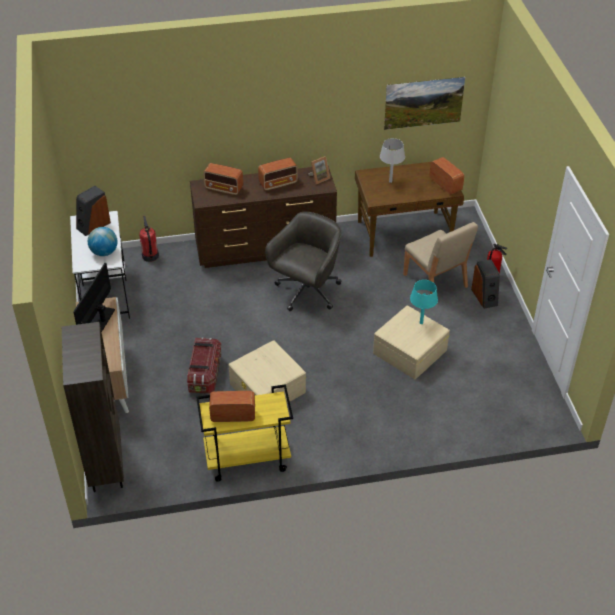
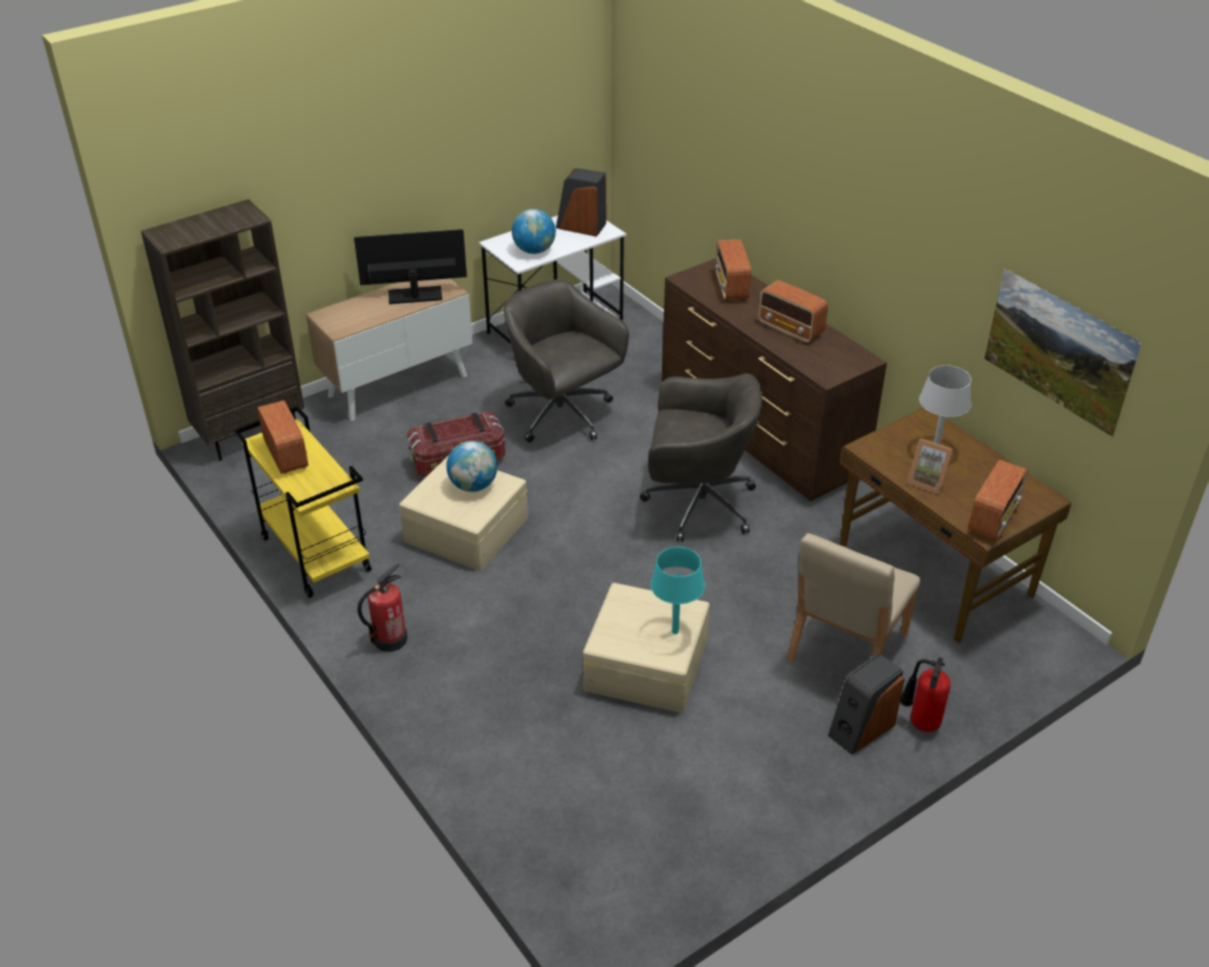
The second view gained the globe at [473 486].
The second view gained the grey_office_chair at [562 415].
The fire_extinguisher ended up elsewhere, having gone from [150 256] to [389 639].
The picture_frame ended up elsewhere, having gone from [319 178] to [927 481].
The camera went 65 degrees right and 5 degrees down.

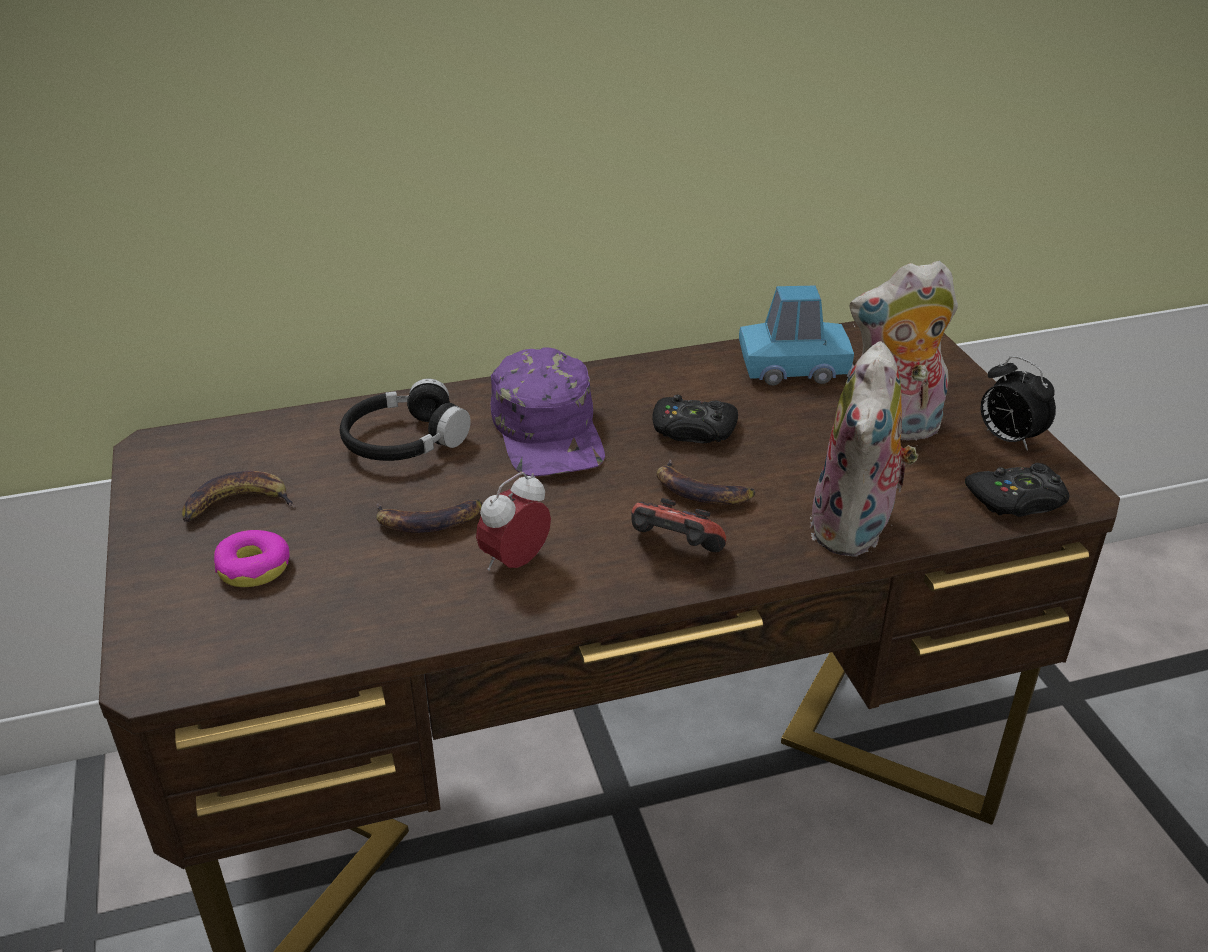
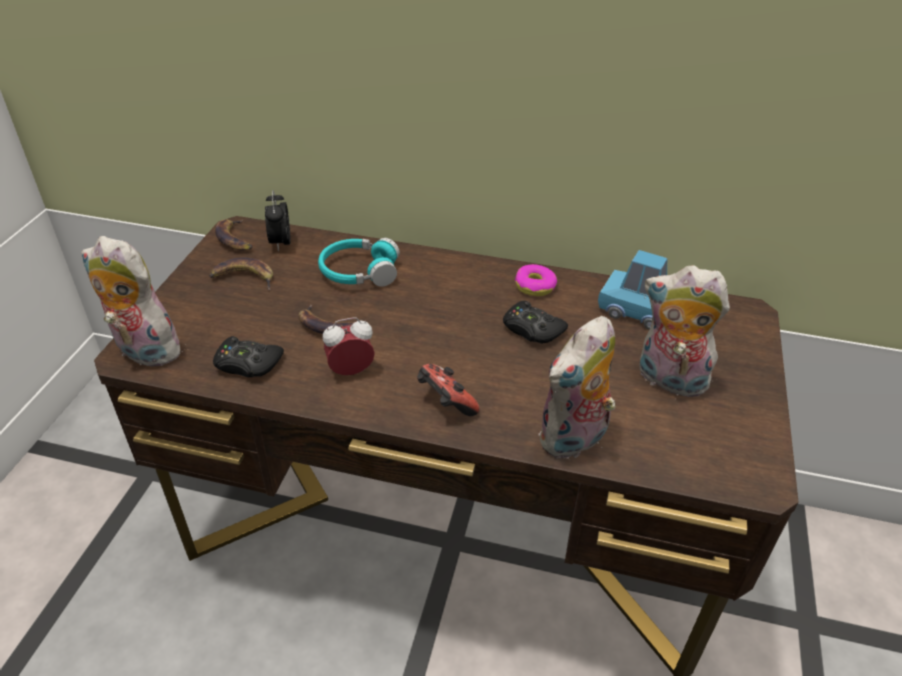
The second view lost the purple_cap at [549 431].
The second view gained the plush_toy at [143 351].
The donut ended up elsewhere, having gone from [254 568] to [535 286].
The banana ended up elsewhere, having gone from [701 491] to [235 239].
The black_game_controller ended up elsewhere, having gone from [1017 500] to [247 364].
The alarm_clock ended up elsewhere, having gone from [1007 439] to [280 243].
What was the black_headphones at [404 441] turned into the turquoise_headphones at [359 272].
The camera went 30 degrees right and 5 degrees up.

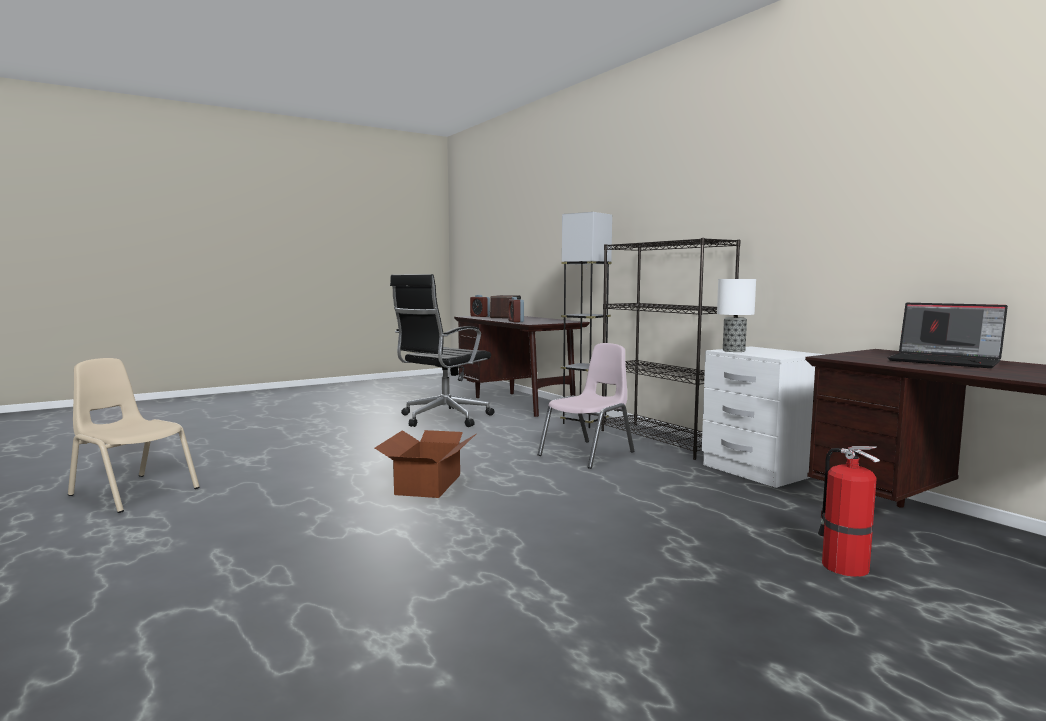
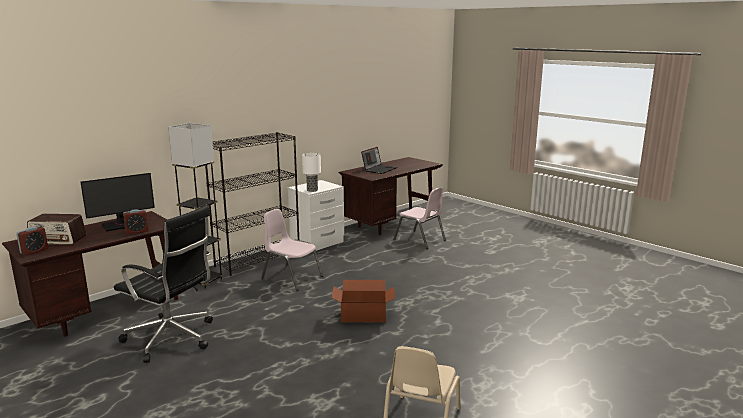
The second view gained the monitor at [122 224].
Where the fire_extinguisher stood at [842 565], the pink_chair came to stand at [420 240].
The camera went 100 degrees left and 10 degrees up.

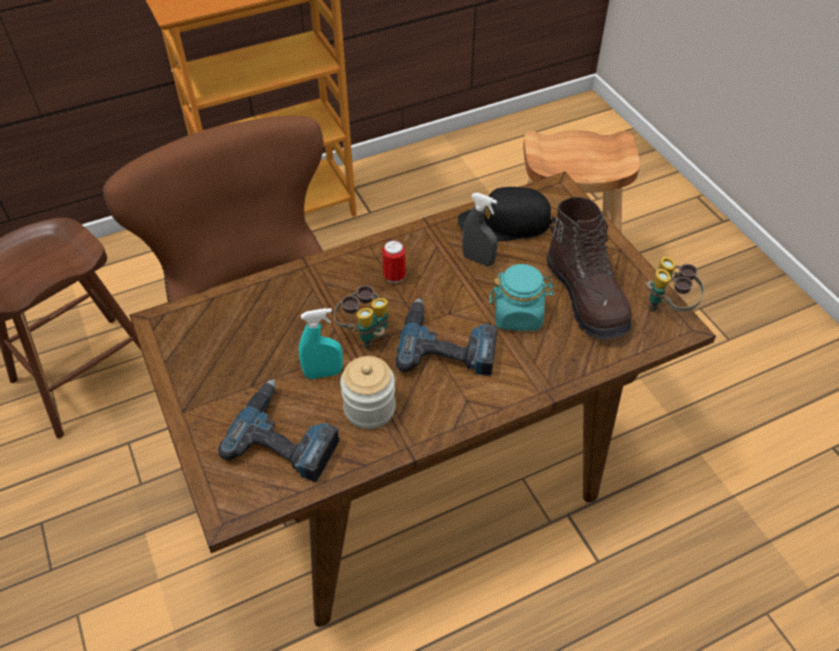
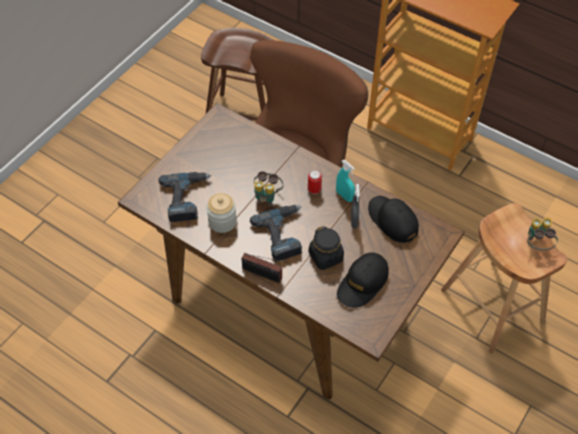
The second view gained the radio at [264 274].
The turquoise_spray_bottle ended up elsewhere, having gone from [323 373] to [344 196].
The binoculars ended up elsewhere, having gone from [668 307] to [537 245].
Where the brown_boot stood at [587 297], the black_cap came to stand at [362 283].
What was the turquoise_jar at [518 315] turned into the black_jar at [326 256].
The camera went 60 degrees right and 5 degrees up.

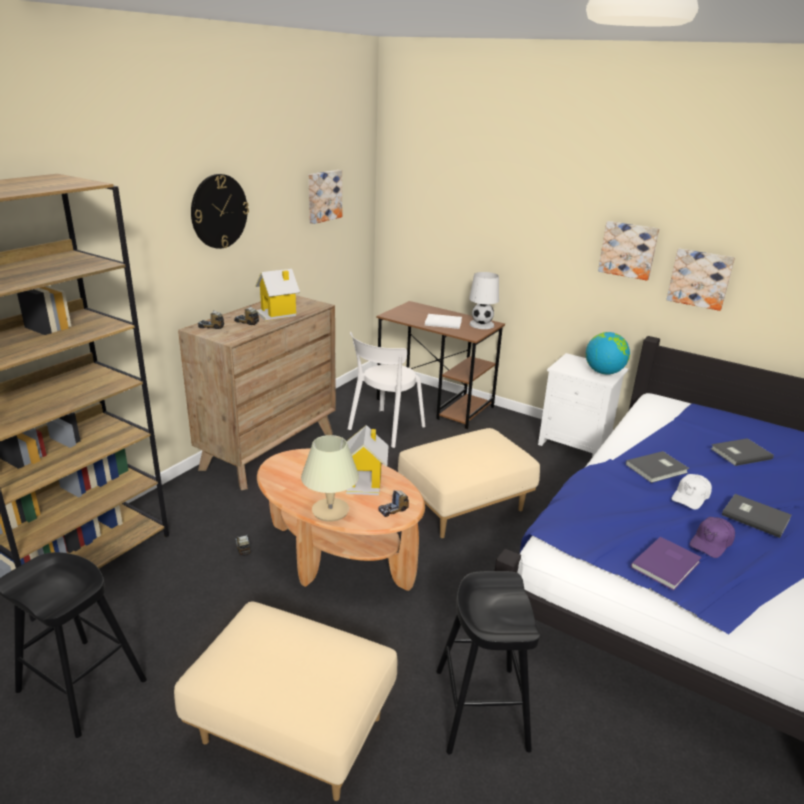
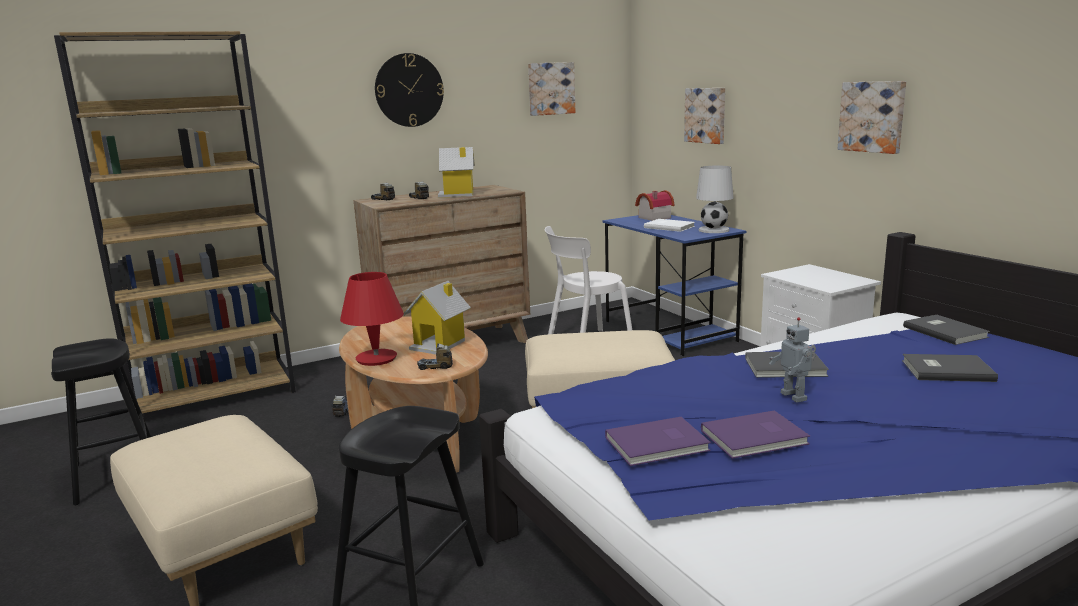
The second view lost the globe at [604 372].
The second view gained the toy_house at [652 217].
The picture ended up elsewhere, having gone from [700 278] to [706 115].
The grey_book ended up elsewhere, having gone from [755 516] to [945 331].
Where the white_cap stood at [690 497], the toy_robot came to stand at [795 396].
Where the purple_cap stood at [711 543], the purple_book came to stand at [756 438].
What was the beige_table_lamp at [330 511] turned into the red_table_lamp at [376 358].
What was the brown_desk at [435 403] turned into the blue_desk at [670 331].
The camera went 30 degrees right and 10 degrees down.

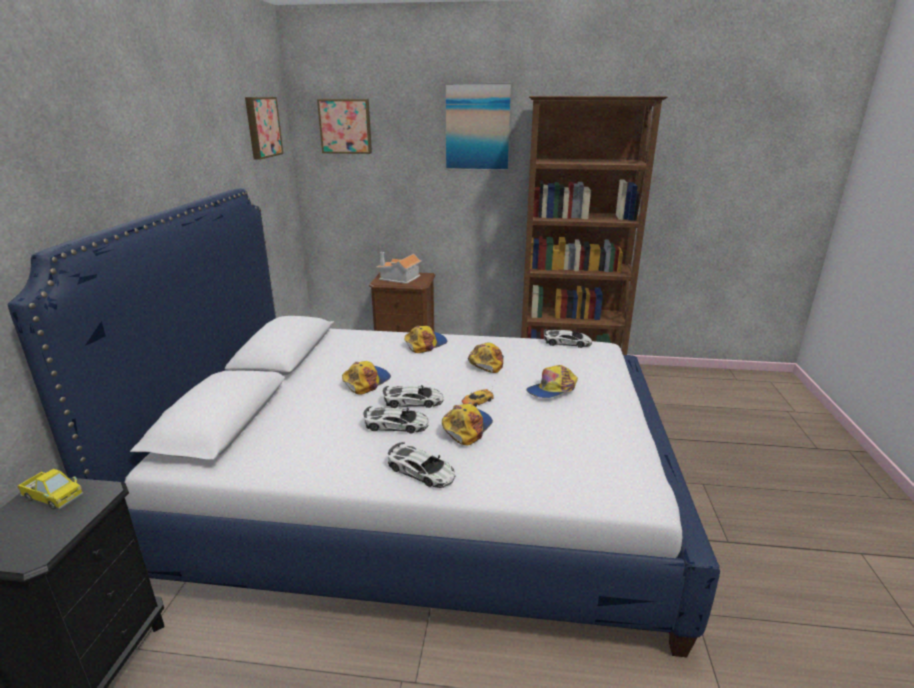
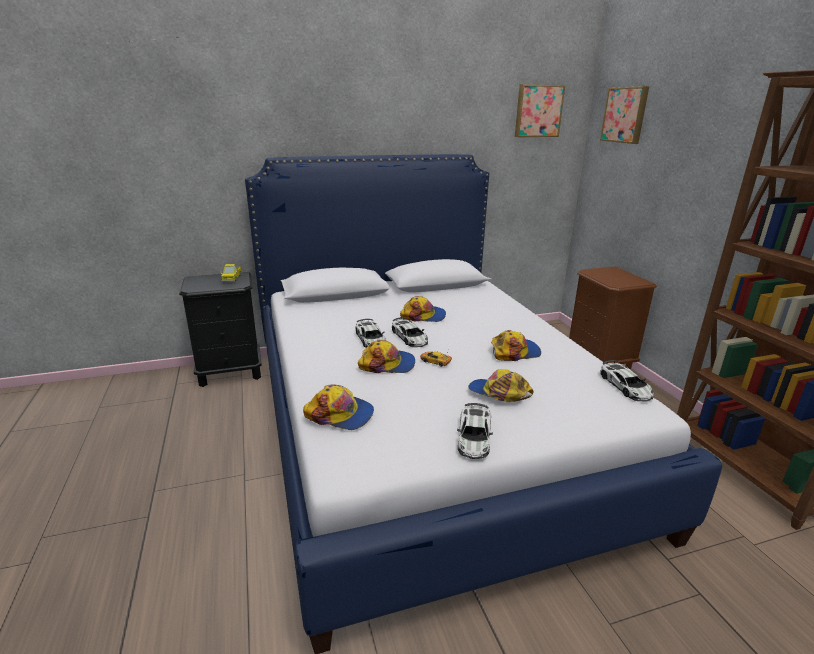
The second view lost the toy_house at [399 278].
The second view lost the picture at [477 127].
The toy_car ended up elsewhere, having gone from [421 471] to [474 436].
The cap ended up elsewhere, having gone from [425 344] to [340 414].
The camera went 65 degrees right and 0 degrees up.

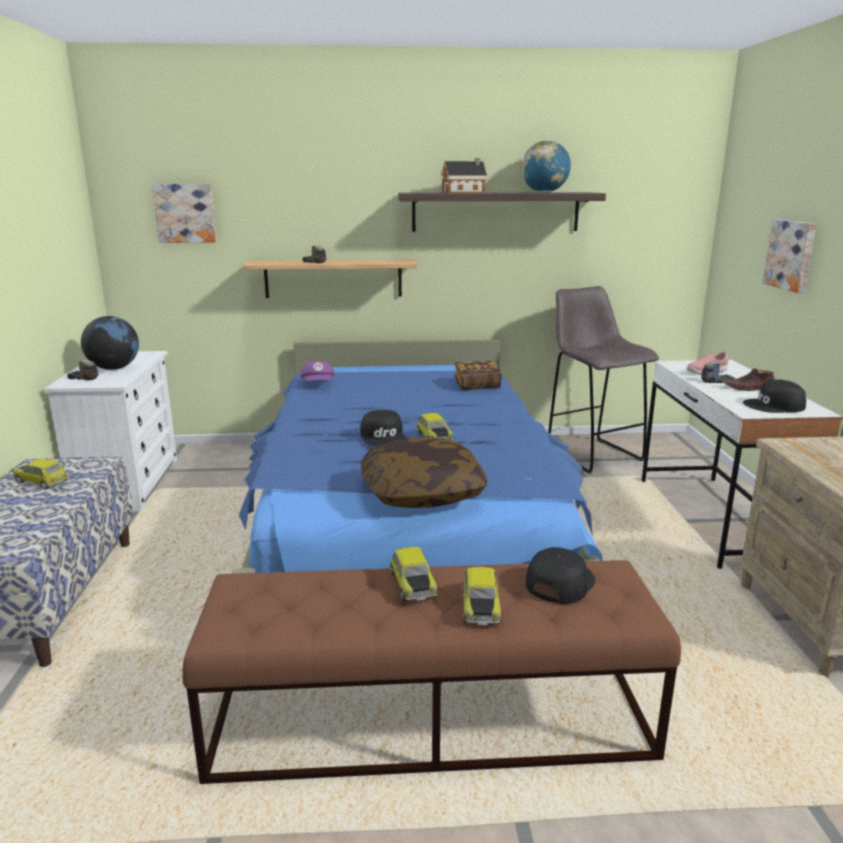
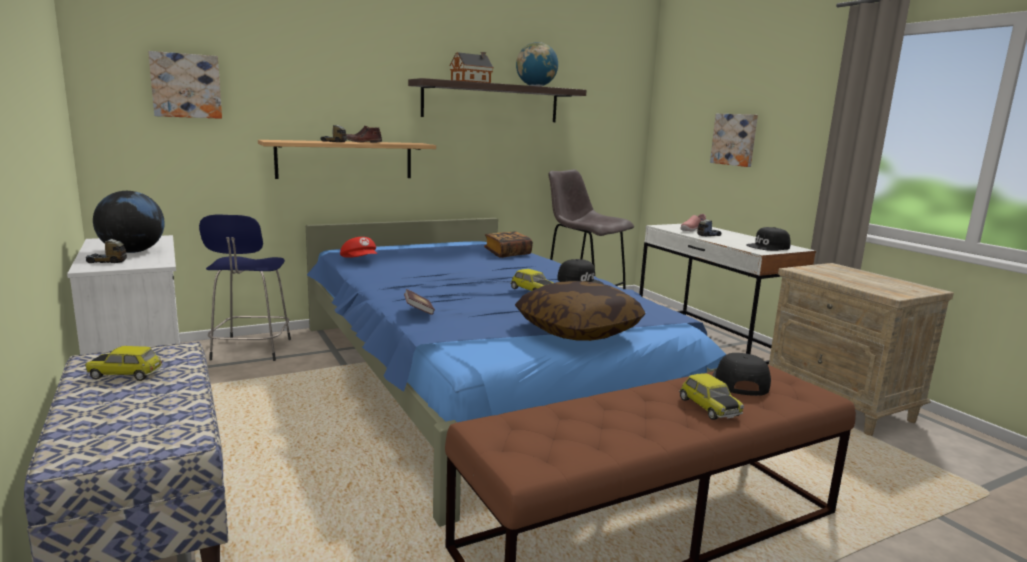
The second view lost the toy_car at [411 584].
The second view gained the blue_stool at [250 350].
The second view gained the book at [418 311].
The black_cap ended up elsewhere, having gone from [384 436] to [580 281].
The brown_shoe ended up elsewhere, having gone from [747 389] to [362 142].
What was the purple_cap at [318 384] turned into the red_cap at [360 261].
The camera went 25 degrees left and 5 degrees down.

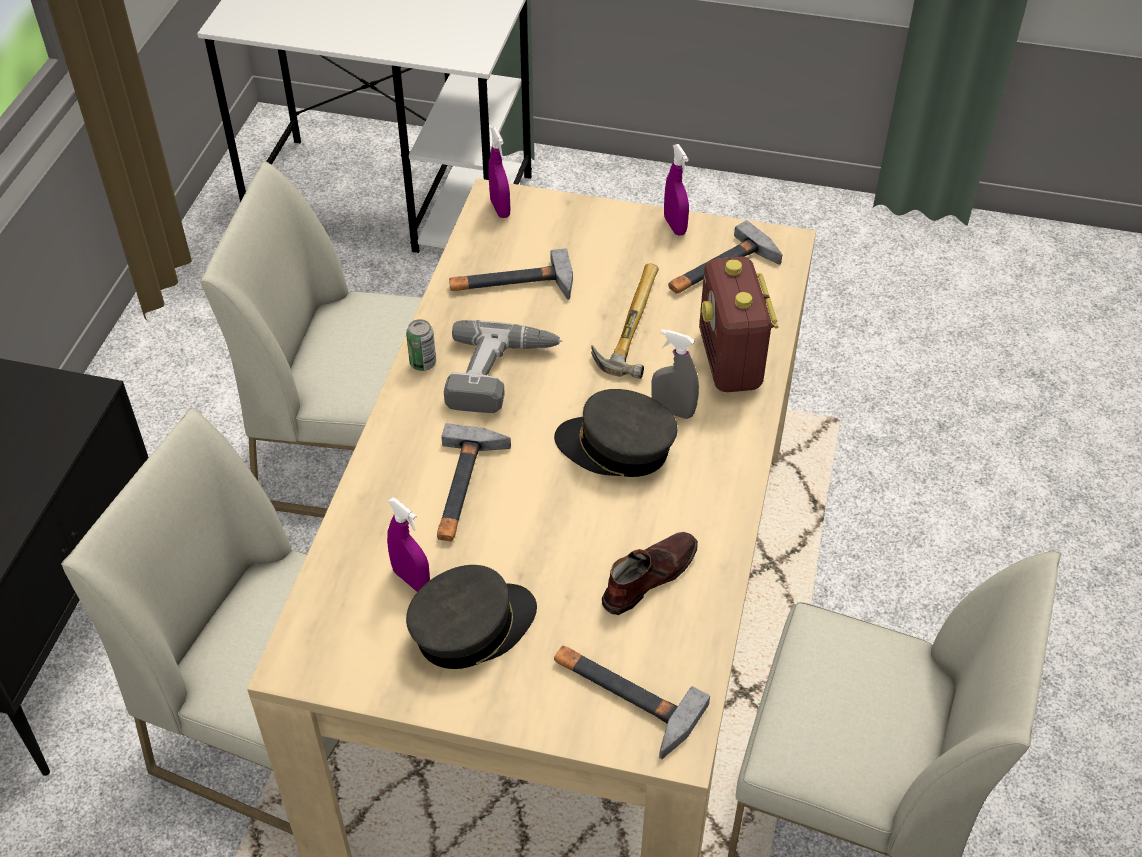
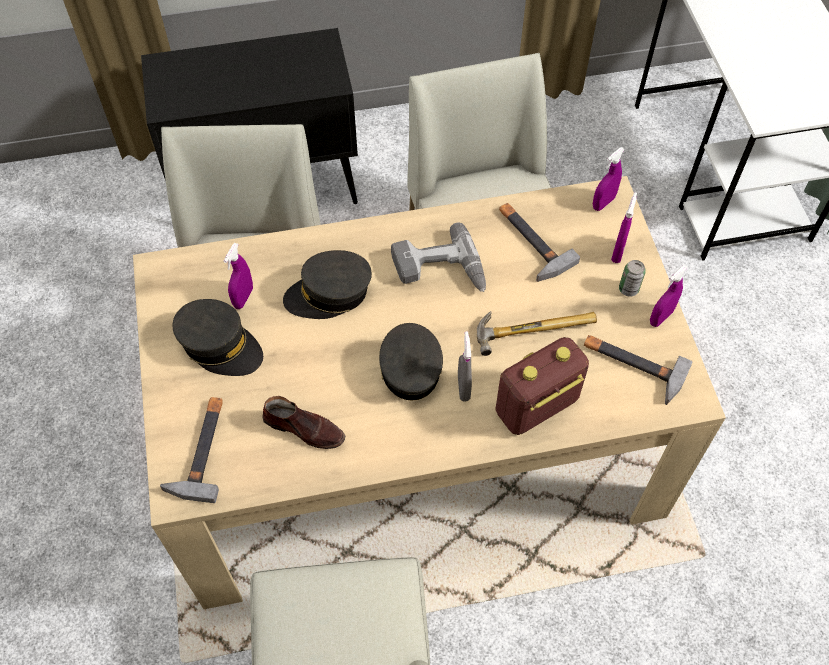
The second view gained the purple_spray_bottle at [618 252].
The can ended up elsewhere, having gone from [423 363] to [628 289].
Where the hammer stood at [464 488], the grey_cap came to stand at [329 294].
The camera went 65 degrees right and 10 degrees up.

